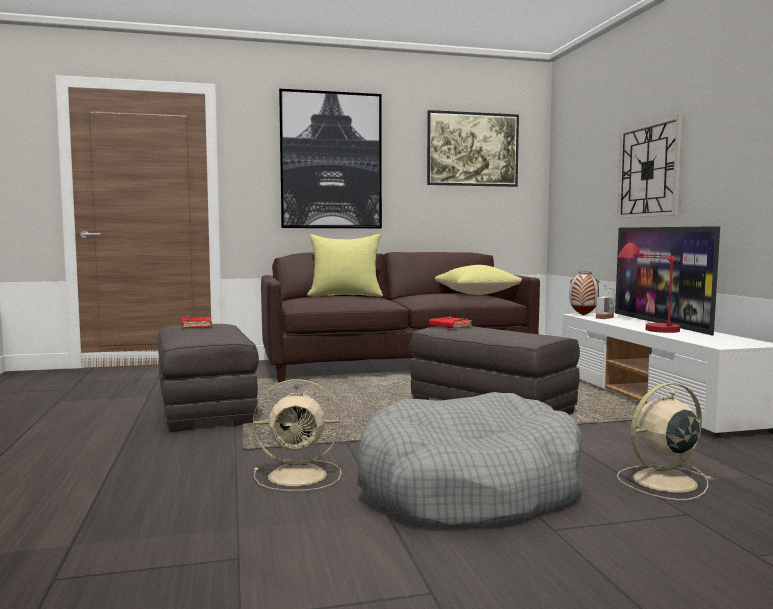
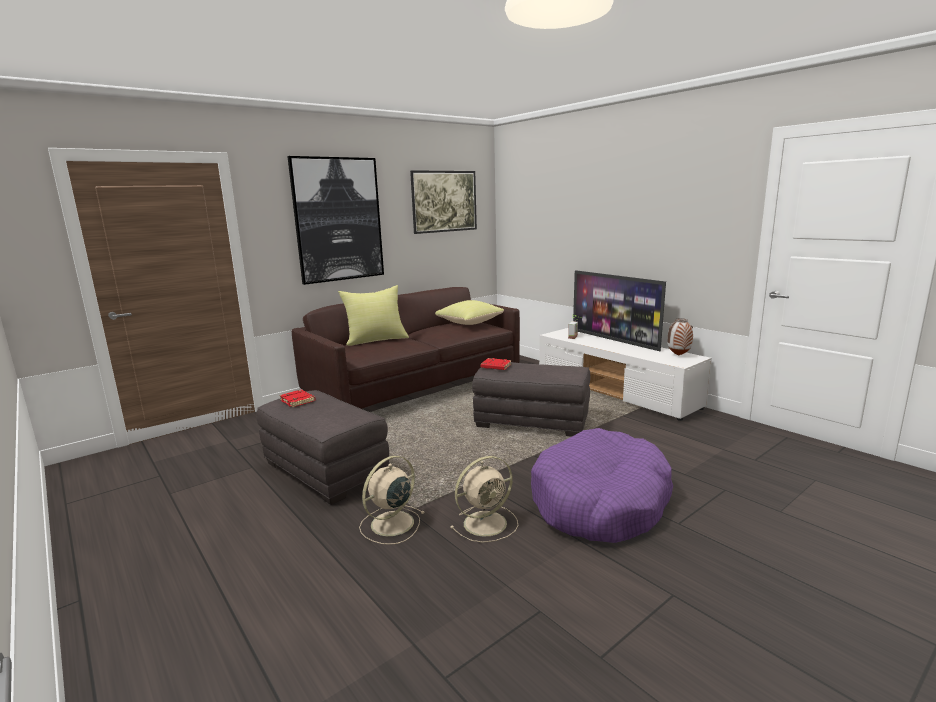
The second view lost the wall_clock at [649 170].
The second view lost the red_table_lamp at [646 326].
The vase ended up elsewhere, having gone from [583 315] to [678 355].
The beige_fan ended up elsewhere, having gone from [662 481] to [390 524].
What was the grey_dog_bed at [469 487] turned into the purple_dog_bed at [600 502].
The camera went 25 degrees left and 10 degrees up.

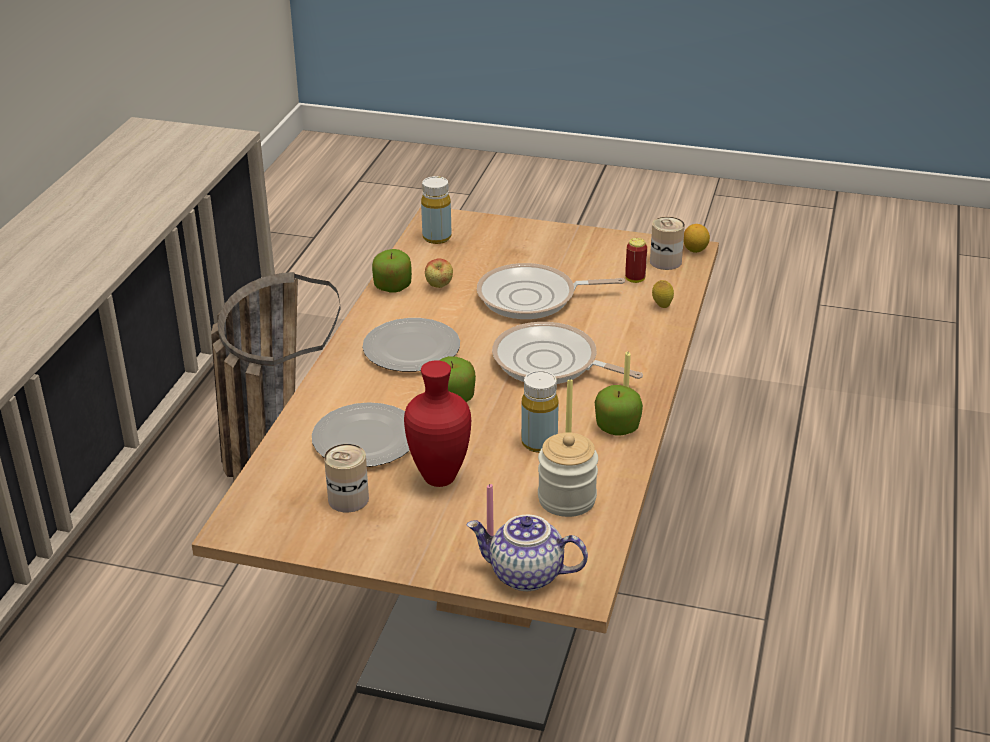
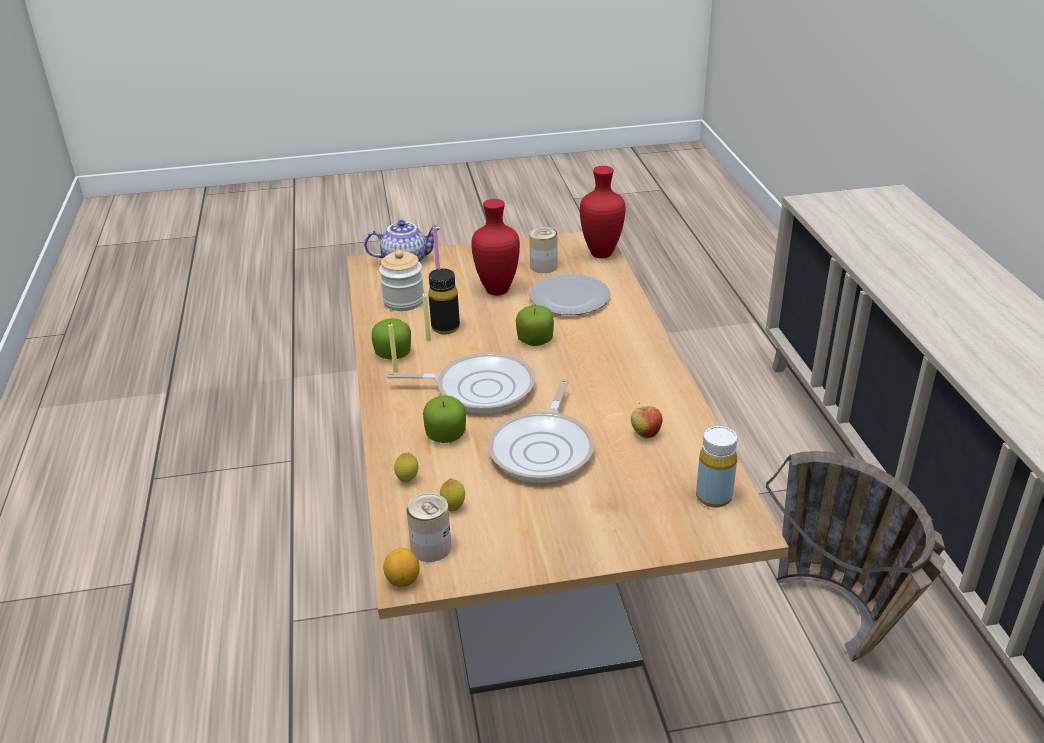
The second view lost the plate at [410 349].
The second view gained the red_vase at [601 253].
The apple ended up elsewhere, having gone from [392 286] to [446 434].
Where the can stood at [635 279], the lemon came to stand at [453 508].
What was the yellow_bottle at [539 443] turned into the black_bottle at [445 328].
The frying_pan at [532 298] ended up facing another way, 135 degrees clockwise from before.
The camera went 155 degrees right and 0 degrees up.

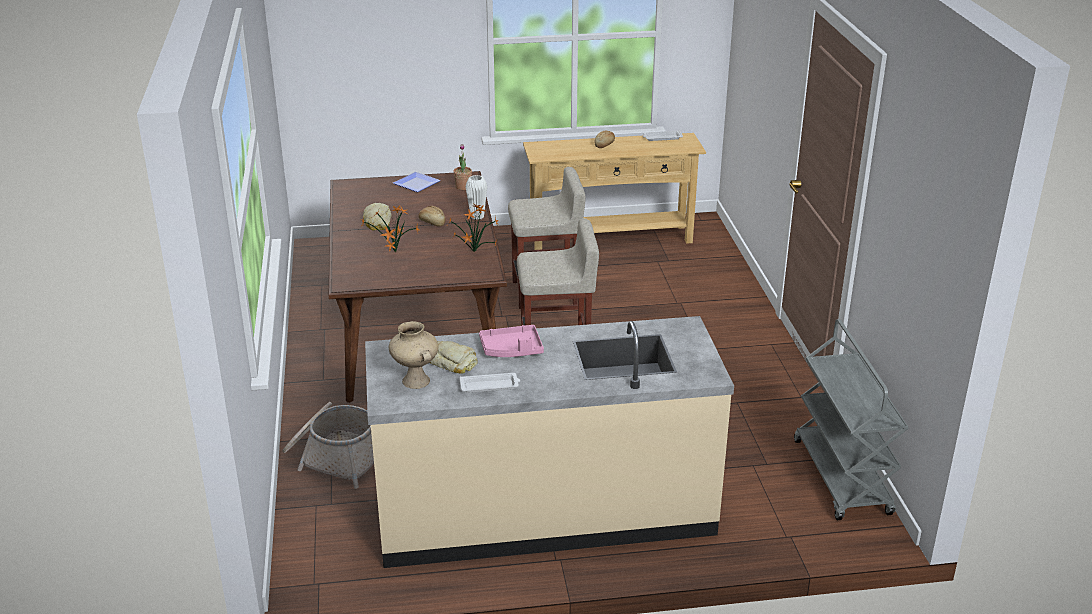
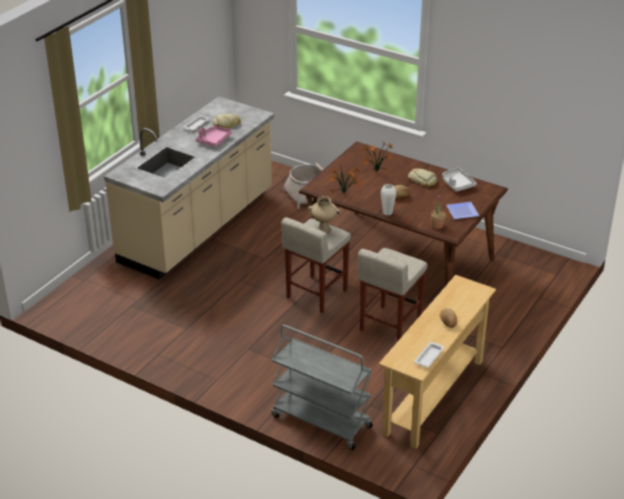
The second view gained the grey_tray at [457 184].
The beige_vase ended up elsewhere, having gone from [415 381] to [324 229].
The grey_cart ended up elsewhere, having gone from [842 478] to [320 421].
The camera went 130 degrees right and 5 degrees up.

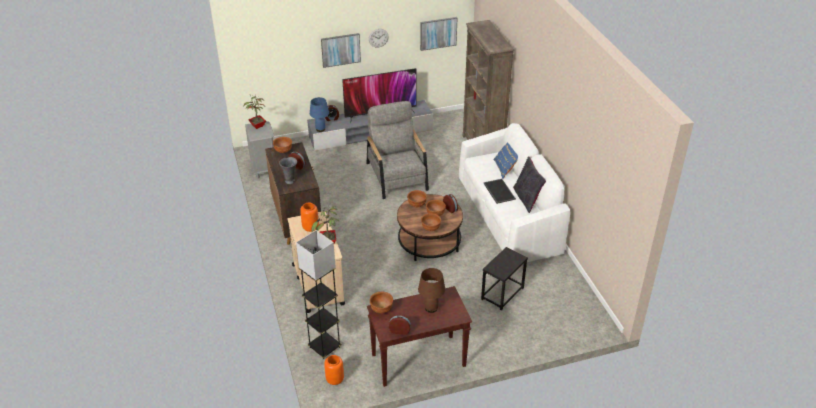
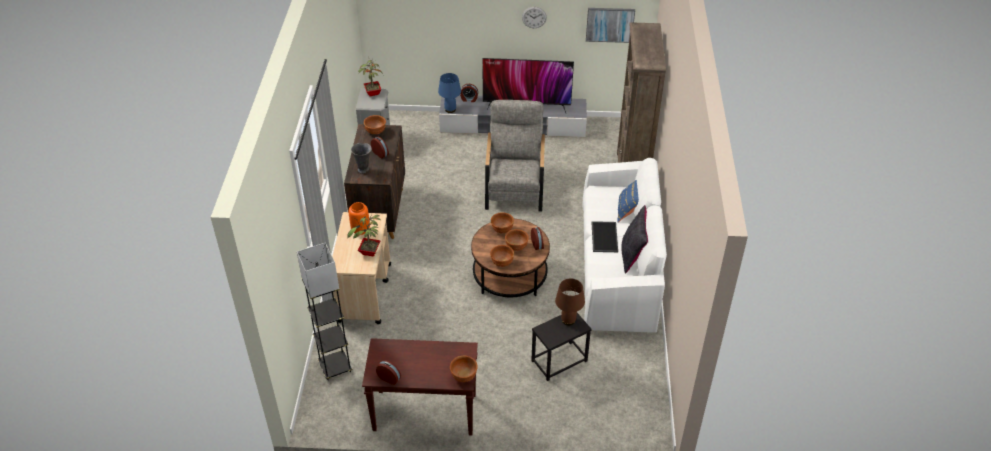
The second view lost the picture at [340 50].
The second view lost the orange_vase at [335 380].
The brown_bowl ended up elsewhere, having gone from [381 309] to [463 376].
The brown_table_lamp ended up elsewhere, having gone from [431 308] to [568 320].
The camera went 20 degrees right and 5 degrees up.

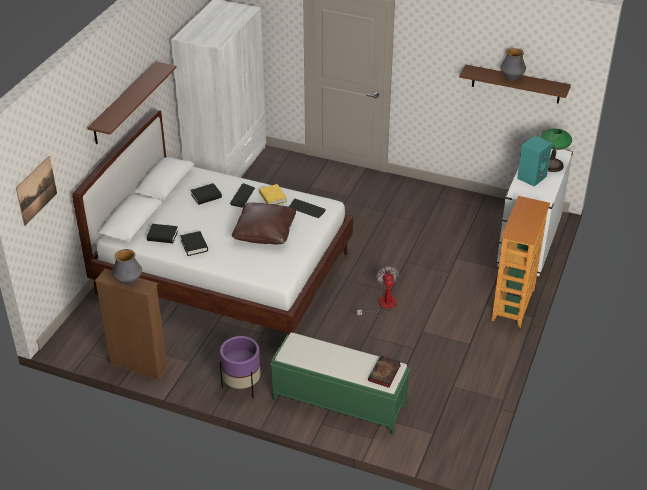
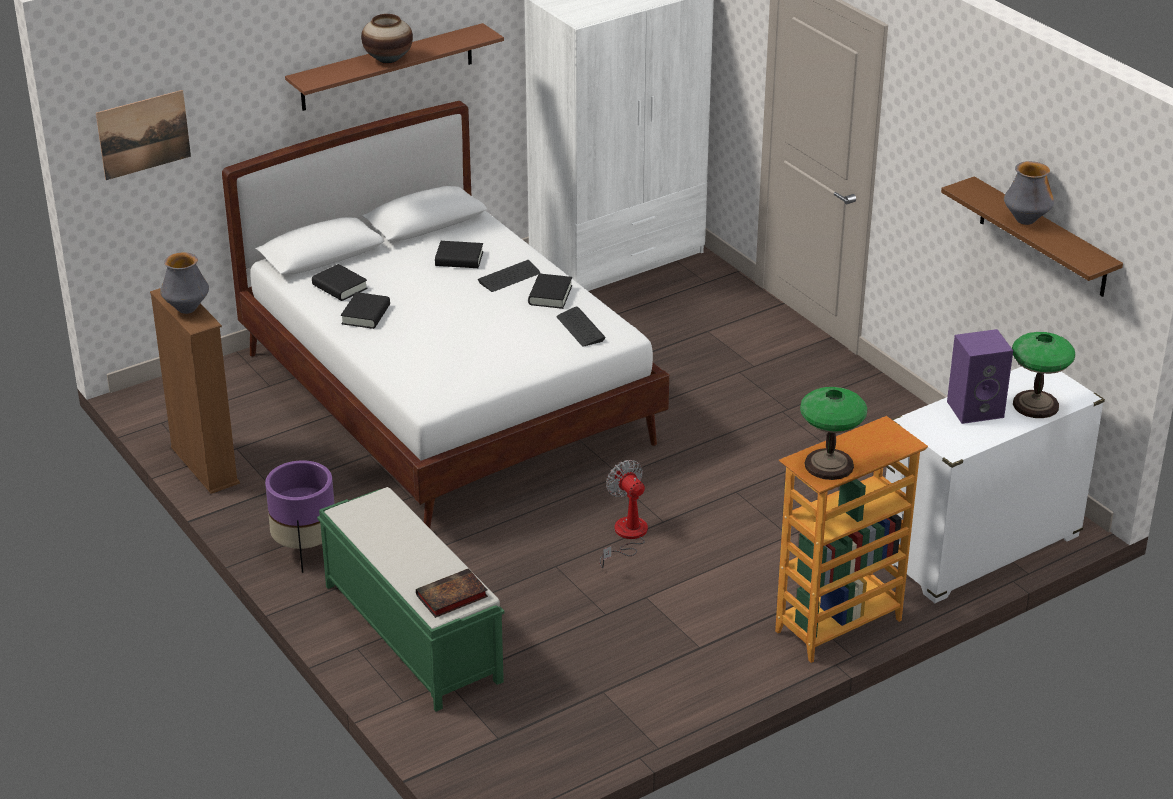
The second view lost the brown_pillow at [265 232].
The second view gained the vase at [388 60].
The second view gained the table_lamp at [829 465].
What was the yellow_book at [273 197] turned into the black_book at [550 295].
What was the turquoise_speaker at [531 177] turned into the purple_speaker at [976 408].
The fan at [382 306] ended up facing another way, 60 degrees counterclockwise from before.
The camera went 35 degrees right and 5 degrees down.

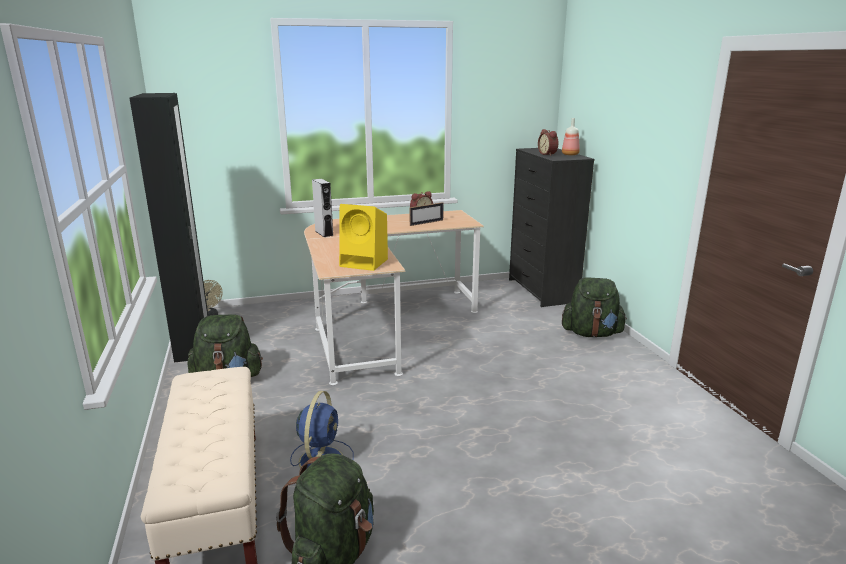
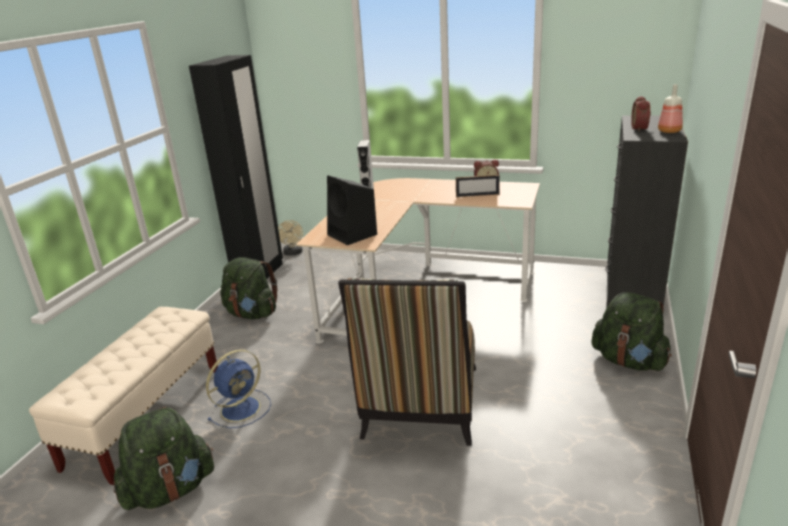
The second view gained the chair at [420 408].
What was the yellow_speaker at [365 263] turned into the black_speaker at [353 235].
The camera went 35 degrees right and 5 degrees up.

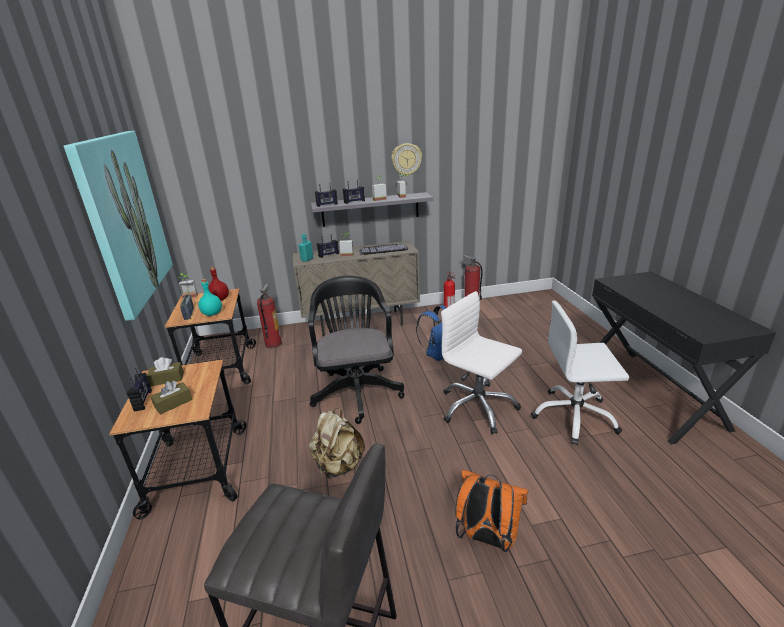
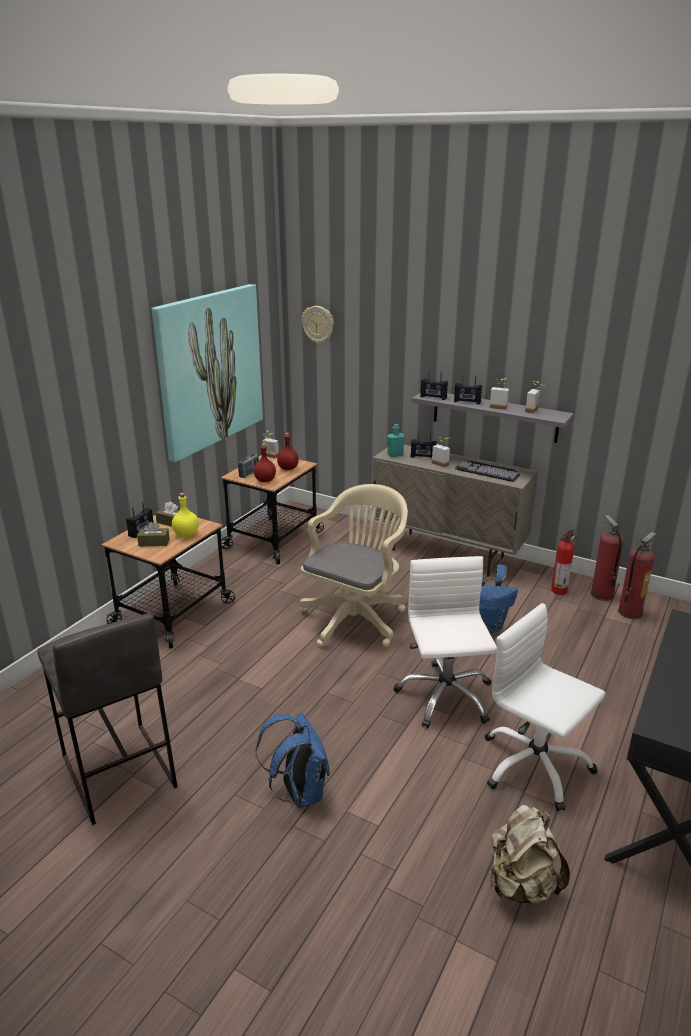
The second view gained the yellow_bottle at [186 534].
The fire_extinguisher ended up elsewhere, having gone from [273 344] to [630 612].
The beige_backpack ended up elsewhere, having gone from [338 466] to [521 884].
The wall_clock ended up elsewhere, having gone from [406 159] to [318 324].
What was the turquoise_bottle at [212 313] turned into the red_bottle at [265 480].
What was the black_office_chair at [356 390] turned into the beige_office_chair at [356 617].
What was the orange_backpack at [487 538] turned into the blue_backpack at [299 792].
The camera went 40 degrees right and 0 degrees up.

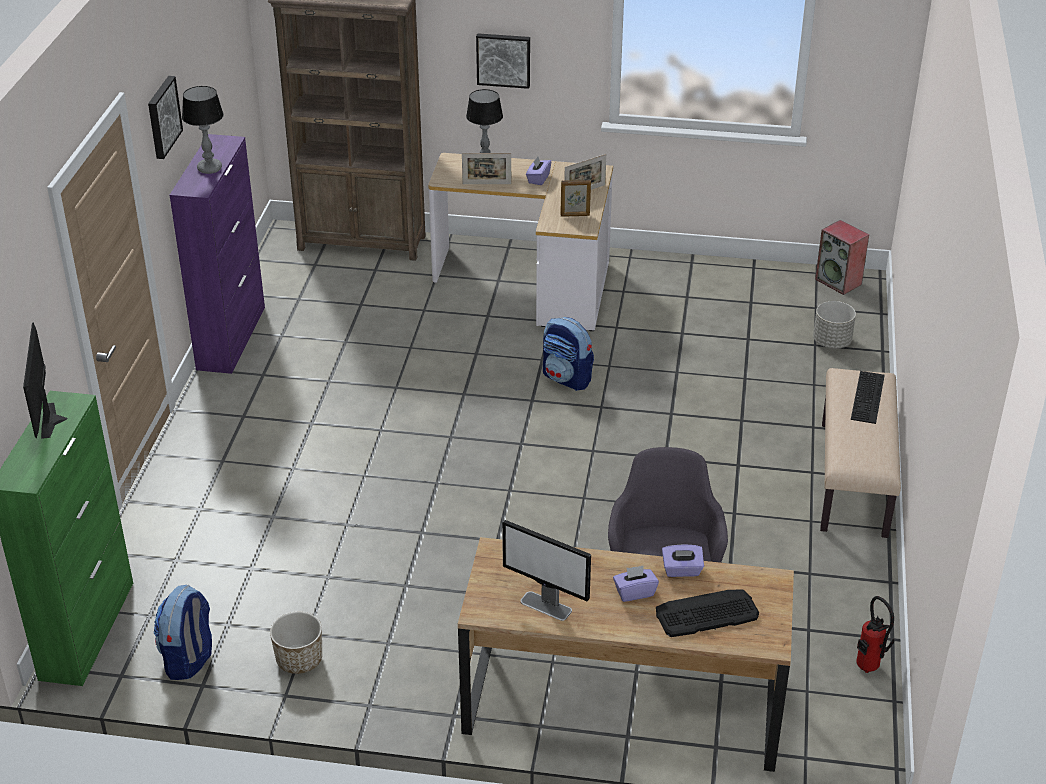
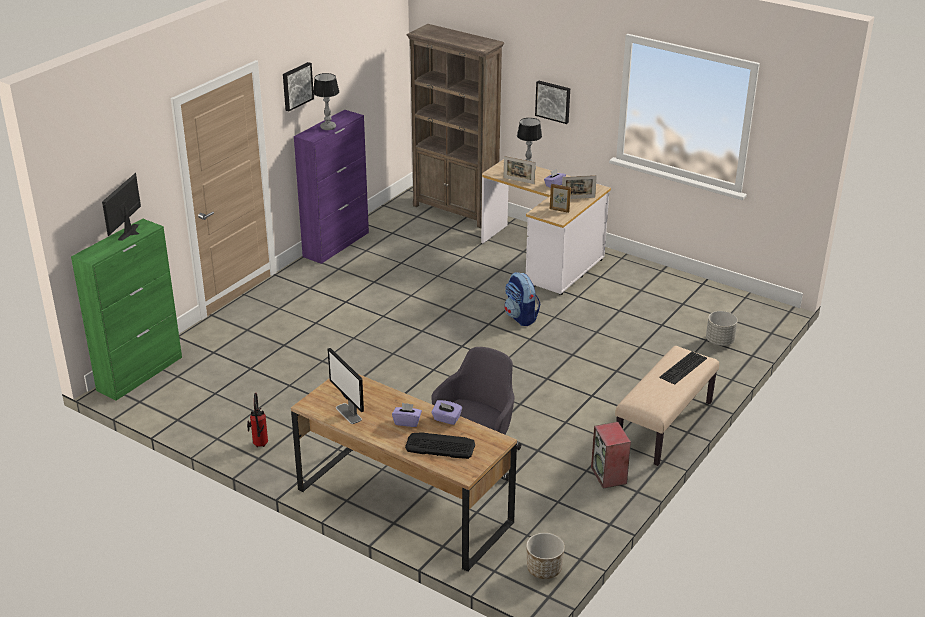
The second view lost the backpack at [189 659].
The planter ended up elsewhere, having gone from [299 660] to [544 569].
The speaker ended up elsewhere, having gone from [839 282] to [609 476].
The fire_extinguisher ended up elsewhere, having gone from [868 669] to [259 446].
The camera went 25 degrees right and 5 degrees down.

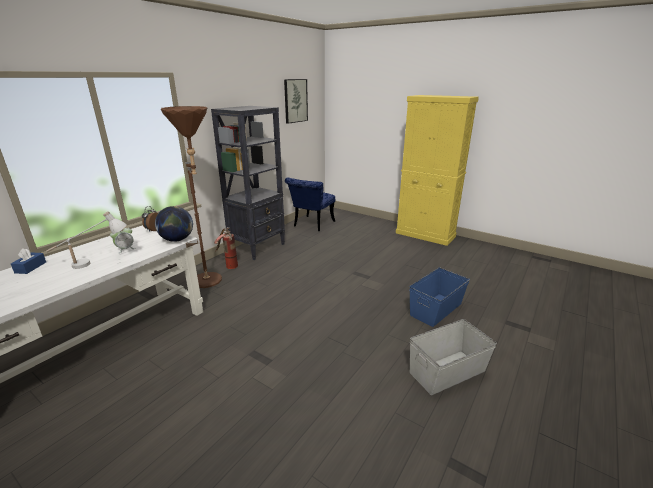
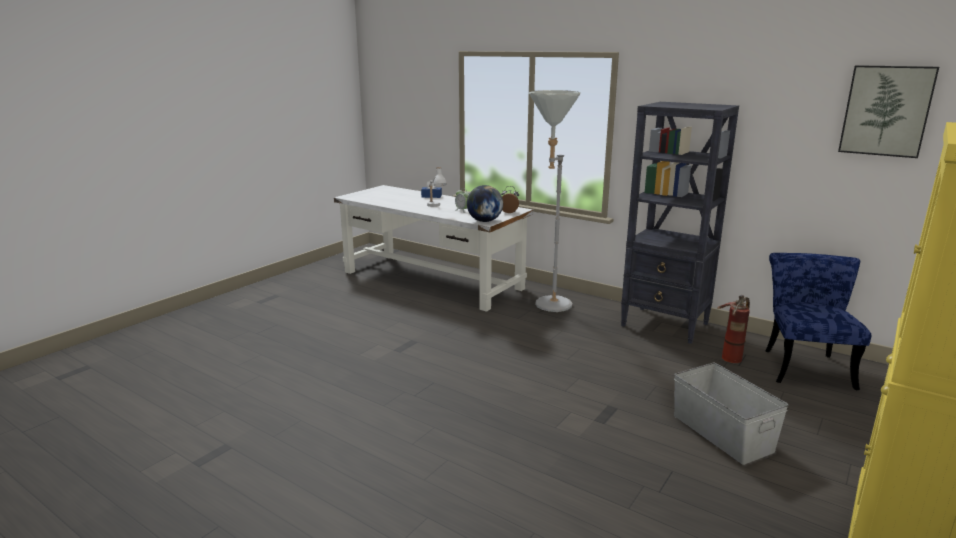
The second view lost the blue_storage_box at [435 309].
The fire_extinguisher ended up elsewhere, having gone from [228 265] to [731 355].
The grey_storage_box ended up elsewhere, having gone from [448 372] to [722 433].
What was the brown_floor_lamp at [210 283] turned into the grey_floor_lamp at [548 307].
The blue_chair at [311 225] ended up facing another way, 75 degrees clockwise from before.
The camera went 90 degrees right and 5 degrees down.

